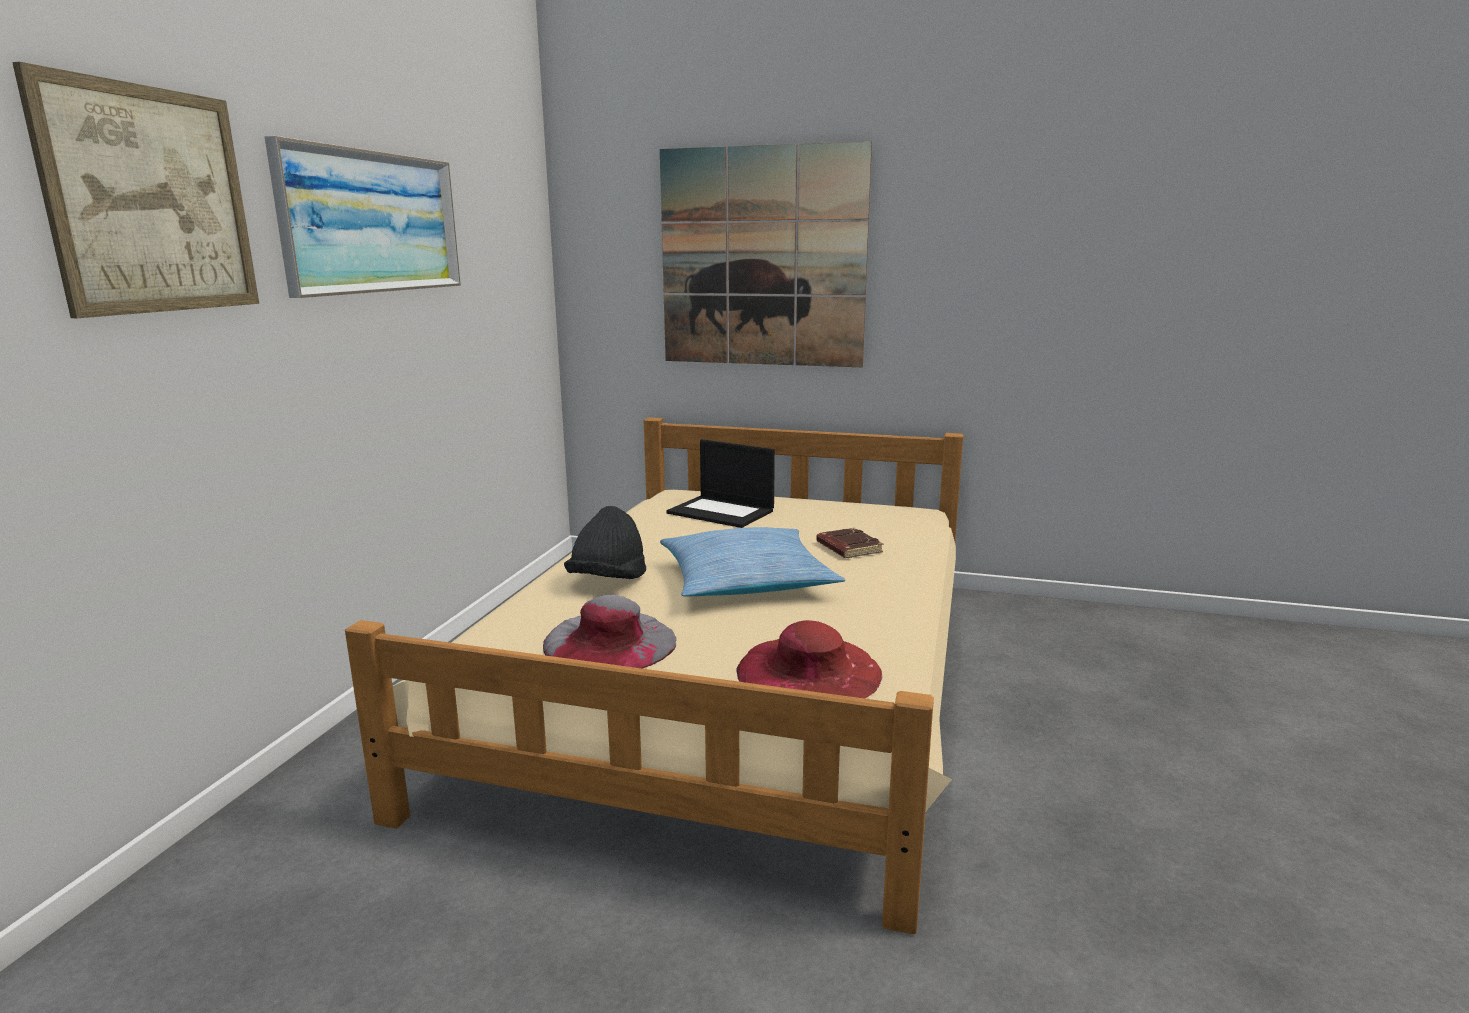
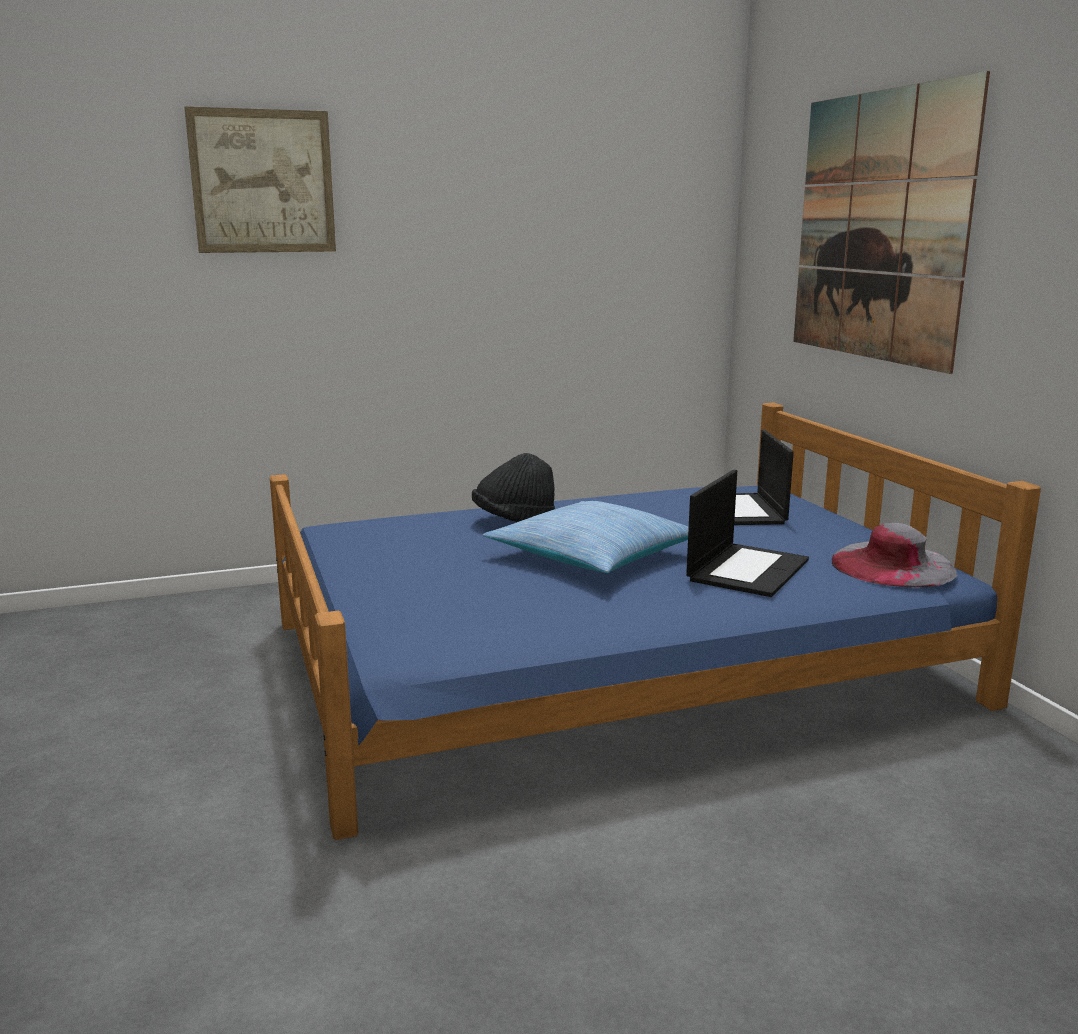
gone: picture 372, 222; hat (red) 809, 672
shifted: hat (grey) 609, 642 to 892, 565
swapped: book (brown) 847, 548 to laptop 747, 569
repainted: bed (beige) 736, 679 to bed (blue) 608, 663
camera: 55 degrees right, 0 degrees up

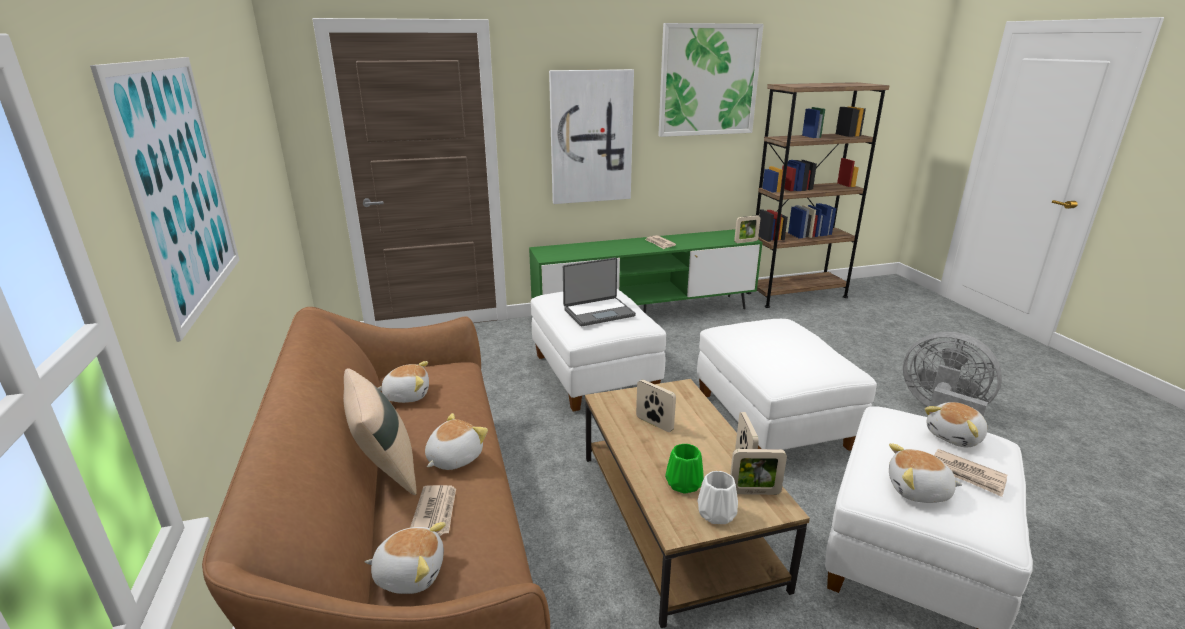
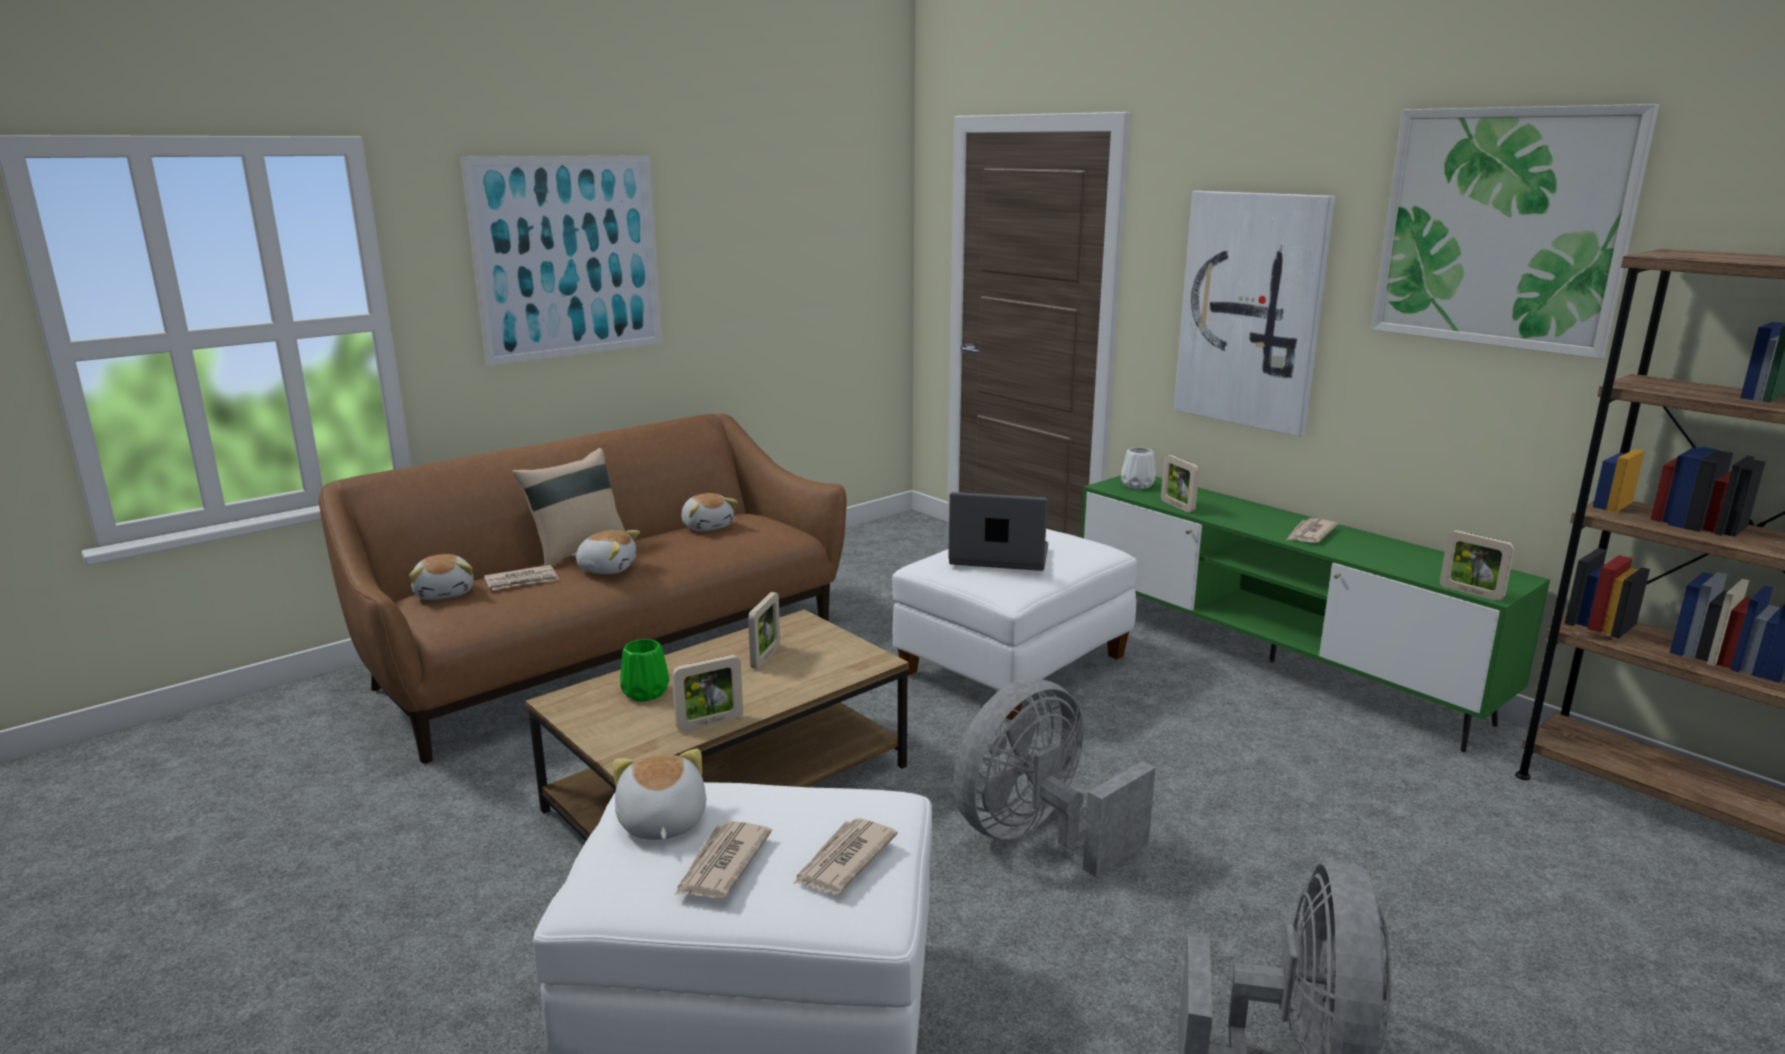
shifted: picture frame 754, 492 to 1177, 506; vase (white) 717, 514 to 1138, 485
swapped: ottoman (white) 773, 421 to fan (grey) 1037, 836; plush toy 955, 436 to newspaper 843, 860
rotated: laptop 598, 312 = 998, 557 150 degrees clockwise
camera: 65 degrees right, 5 degrees down

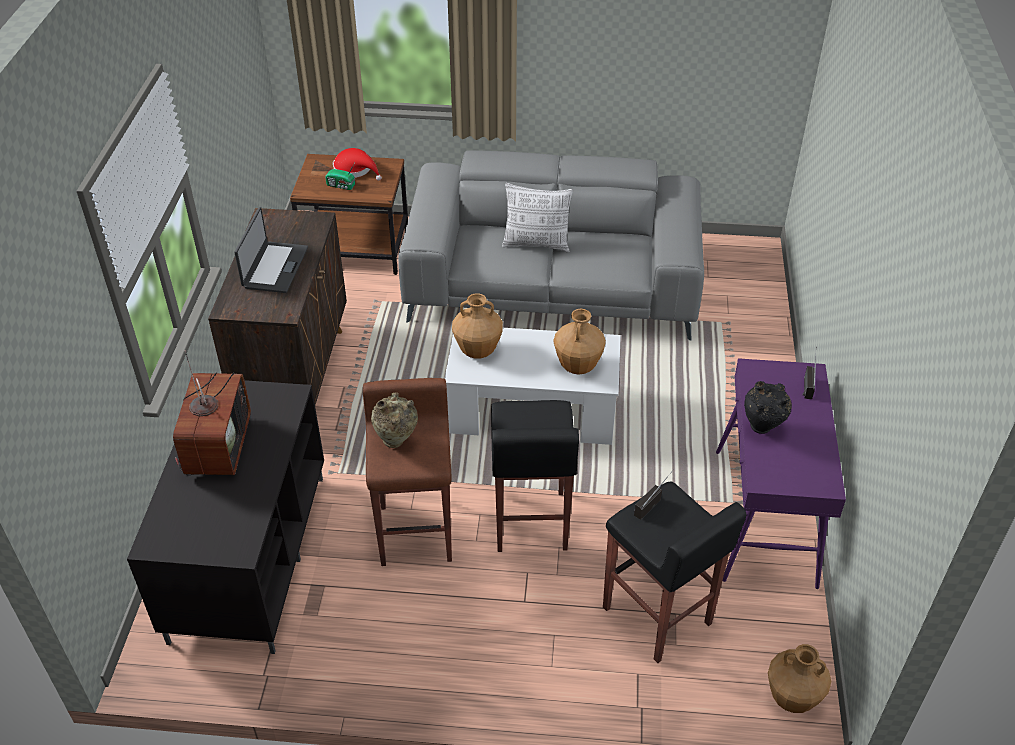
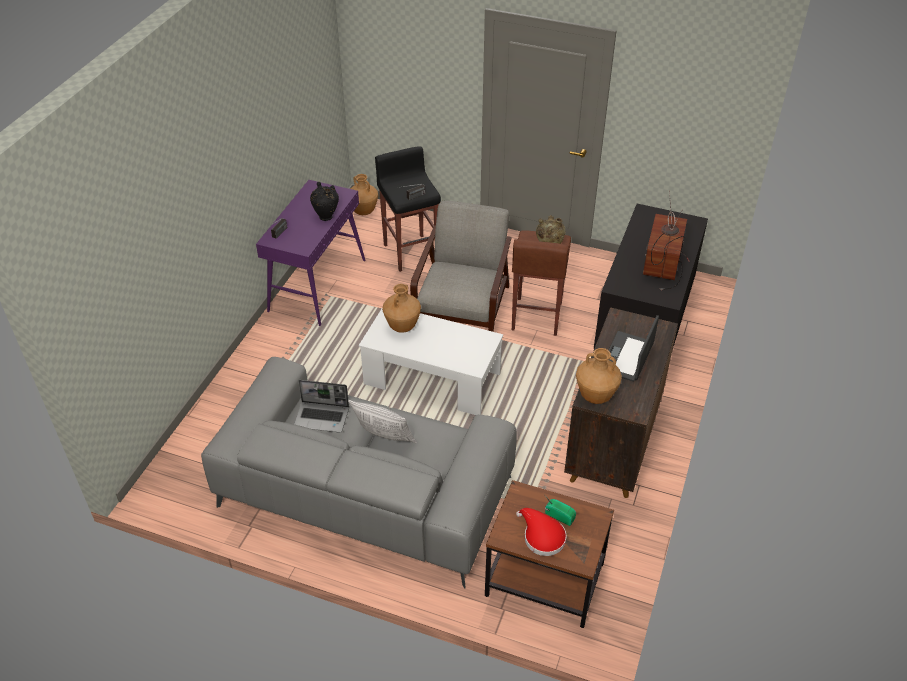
new: laptop 322, 417
shifted: vase (brown) 478, 351 to 595, 396
swapped: stool (black) 529, 522 to armchair (grey) 463, 309
camera: 165 degrees left, 0 degrees up

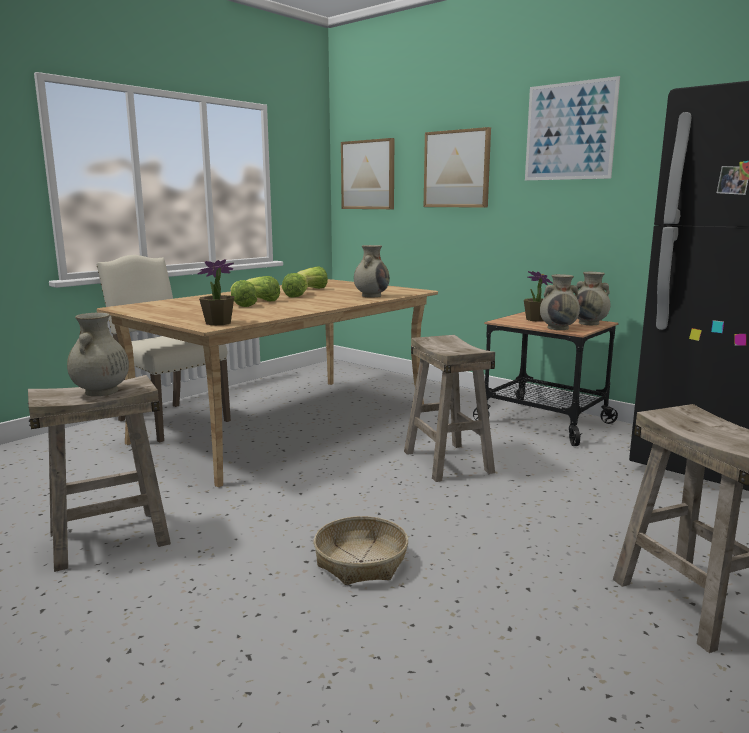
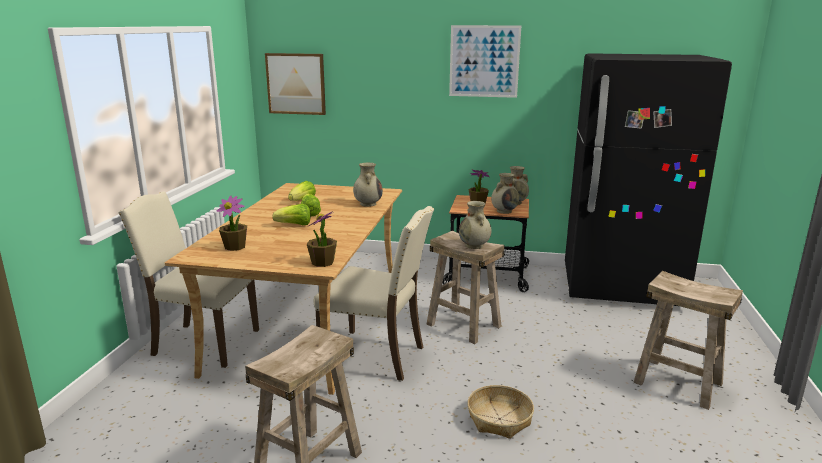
gone: picture 457, 169; lettuce 242, 305
new: potted plant 235, 247; chair (beige) 376, 356
shifted: vase (beige) 101, 392 to 474, 246
camera: 30 degrees left, 5 degrees up

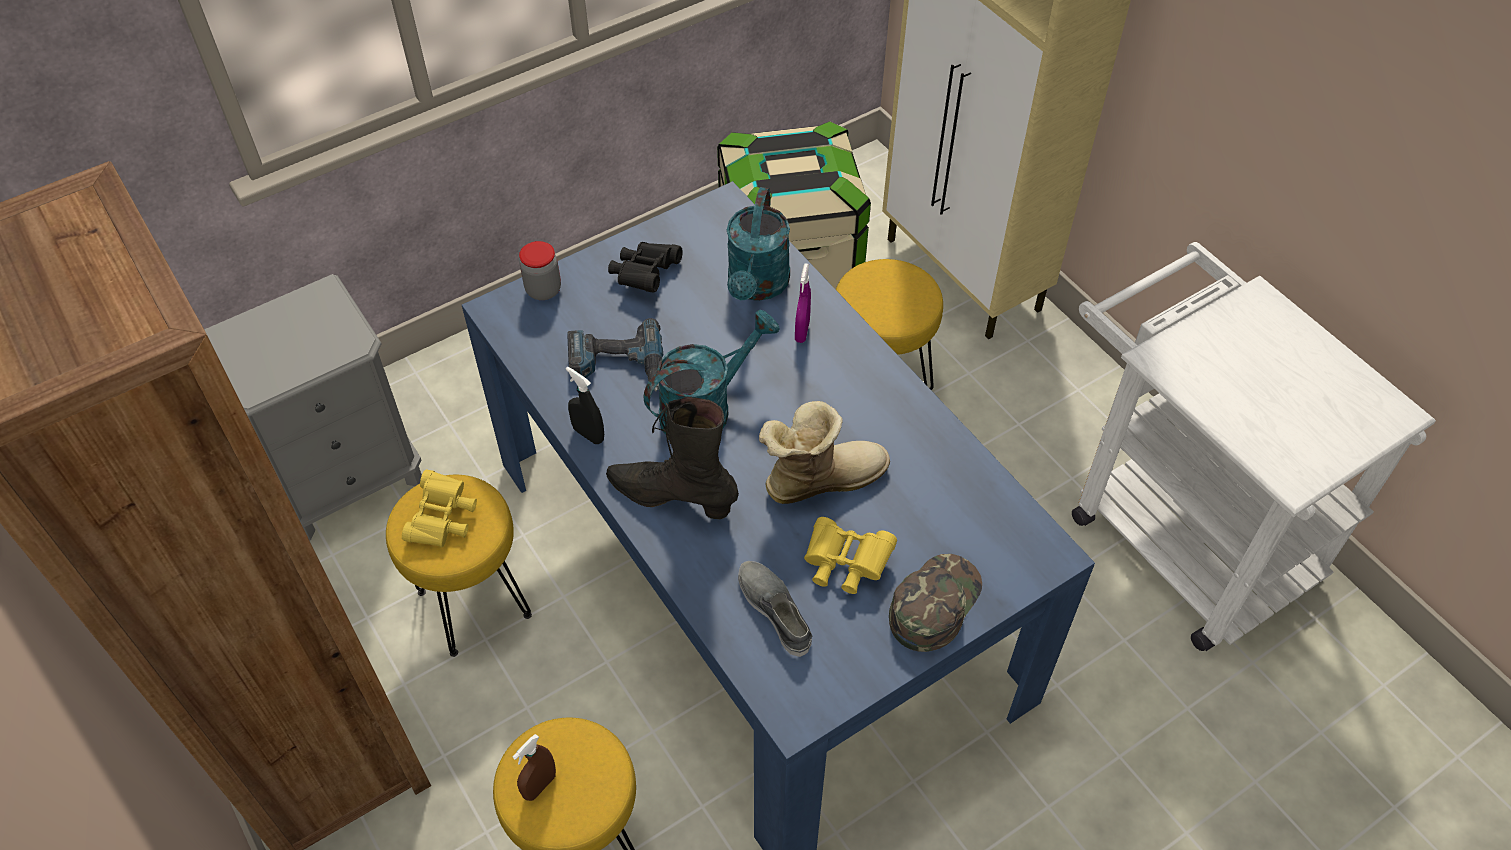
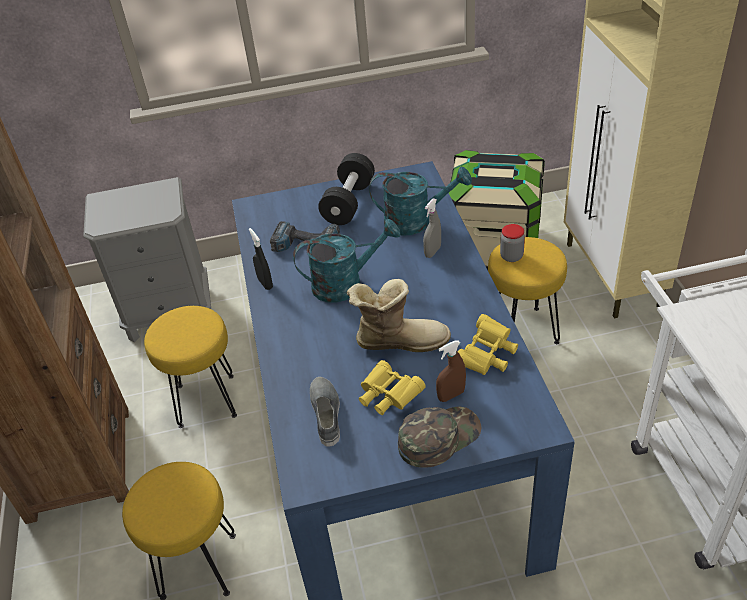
gone: boot (black) 672, 497
shifted: jar 543, 290 to 511, 256; binoculars (yellow) 443, 519 to 487, 356; spray bottle (brown) 540, 786 to 451, 395
swapped: binoculars (black) 645, 275 to dumbbell (black) 349, 202
repainted: spray bottle (purple) 802, 331 to spray bottle (grey) 432, 252
rotated: watering can (turquoise) 757, 286 = 416, 221 120 degrees counterclockwise
camera: 25 degrees right, 10 degrees down

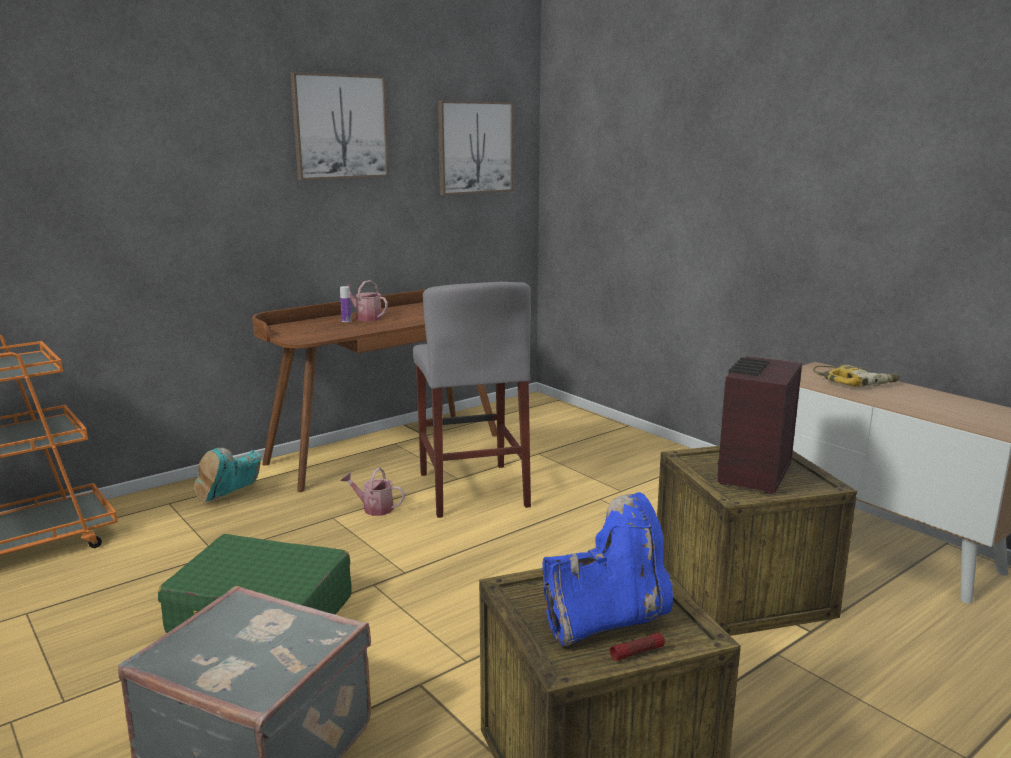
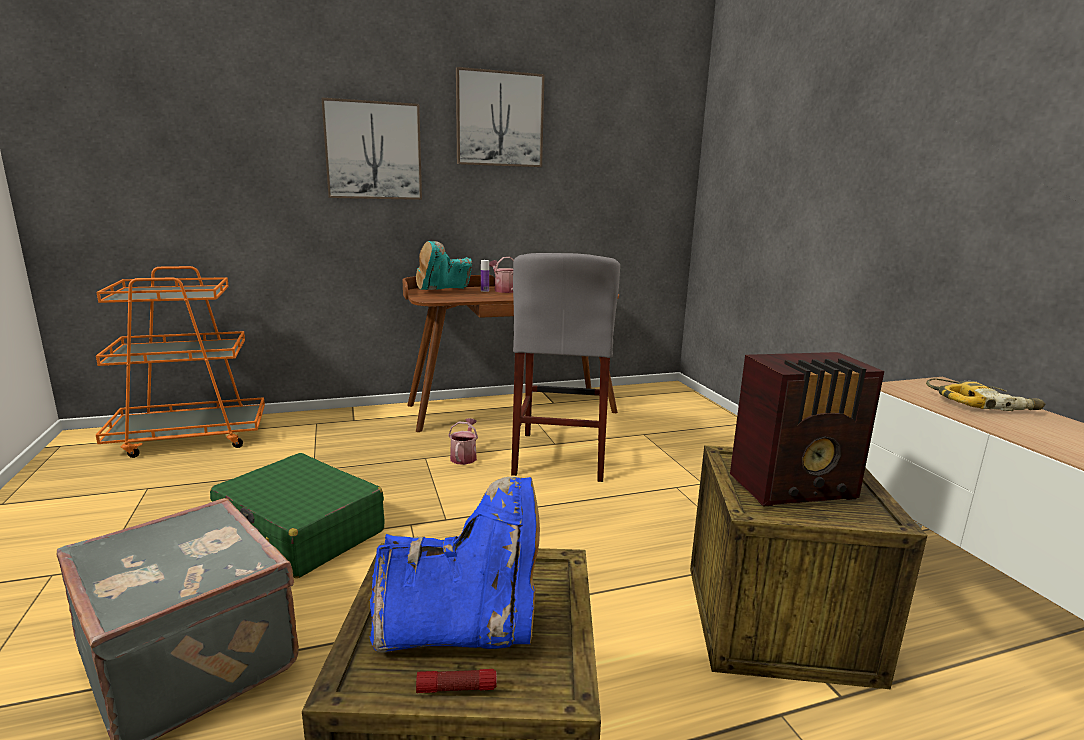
shifted: picture 475, 147 to 373, 151; boot (turquoise) 230, 497 to 443, 292
rotated: radio 752, 474 = 795, 488 150 degrees counterclockwise; watering can 374, 508 = 464, 456 60 degrees clockwise
camera: 20 degrees right, 0 degrees up

